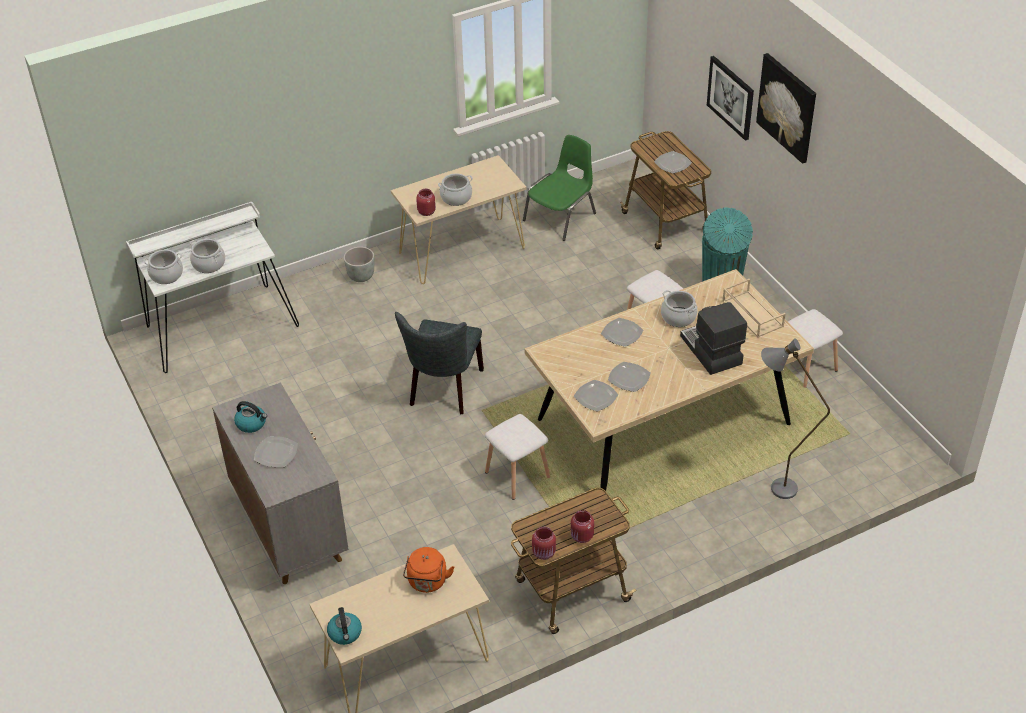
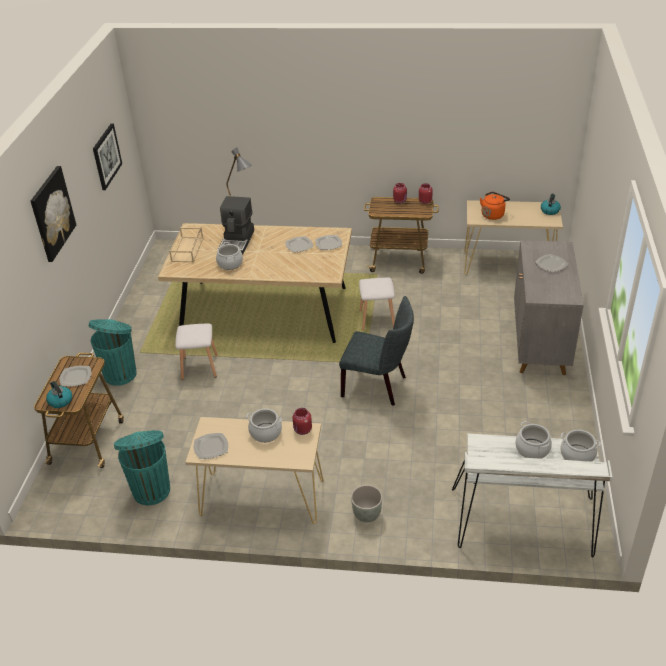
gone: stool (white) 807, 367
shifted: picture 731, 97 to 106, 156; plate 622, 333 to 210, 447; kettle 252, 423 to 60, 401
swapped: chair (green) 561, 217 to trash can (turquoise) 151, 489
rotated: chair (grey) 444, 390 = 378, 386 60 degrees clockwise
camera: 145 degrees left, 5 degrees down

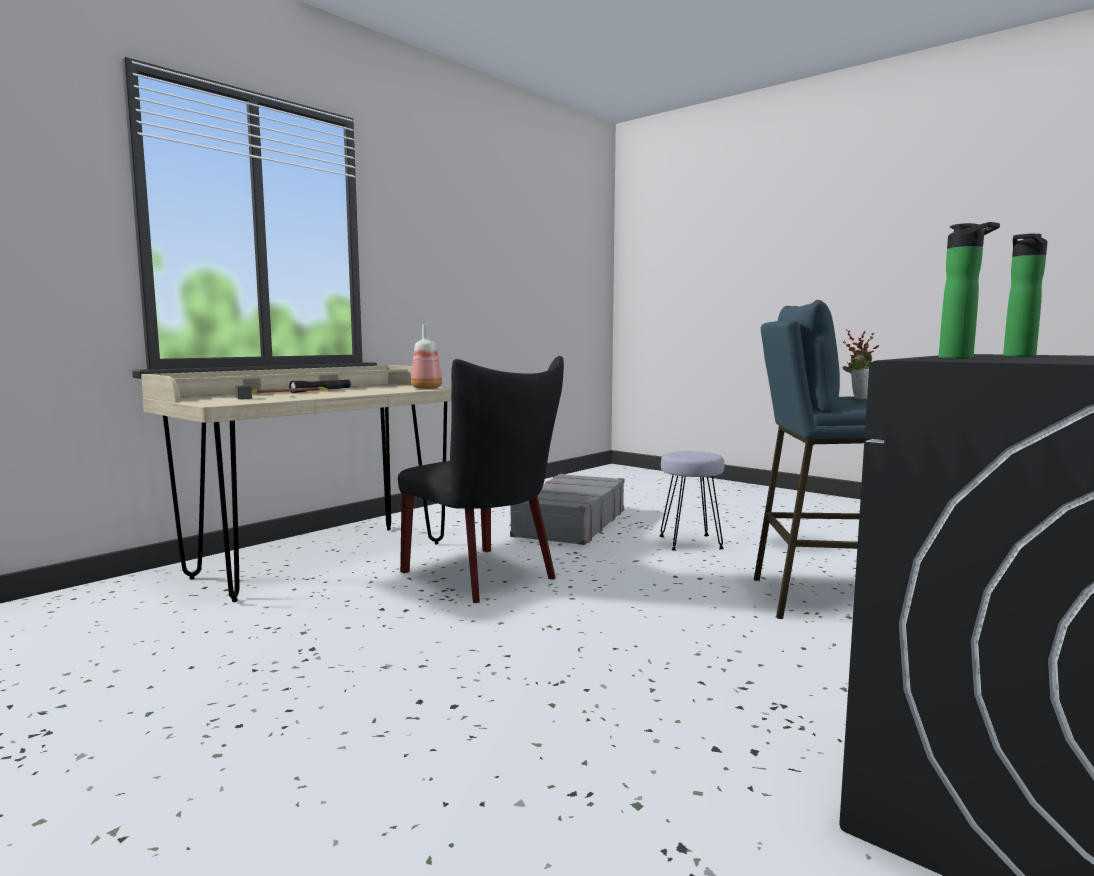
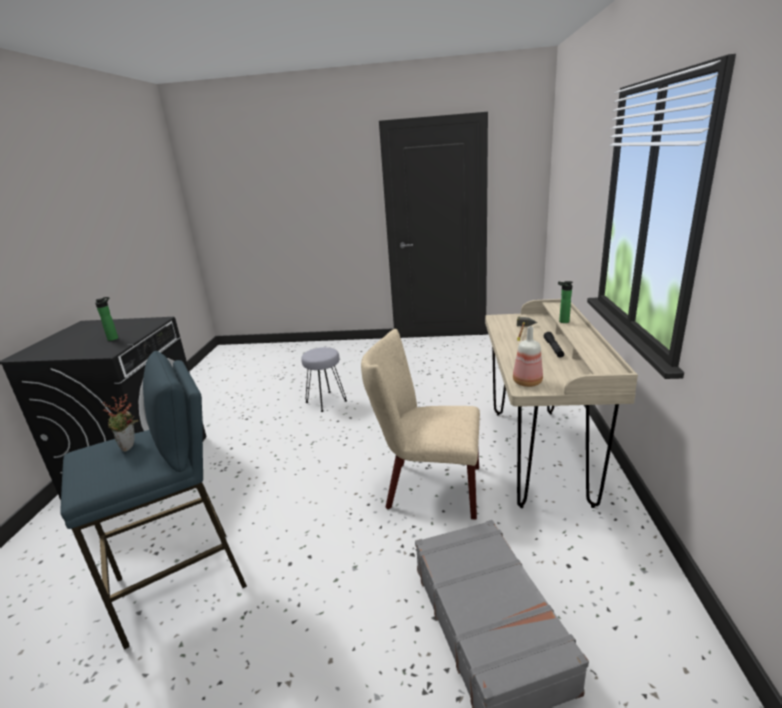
shifted: bottle 961, 358 to 562, 321; stool (grey) 689, 543 to 326, 401
repainted: chair (black) 486, 576 to chair (beige) 427, 487
camera: 145 degrees right, 15 degrees up

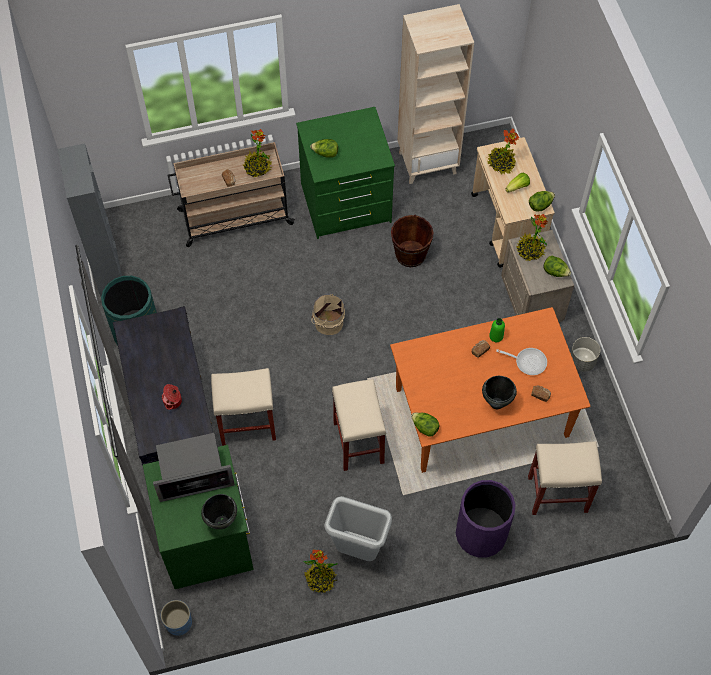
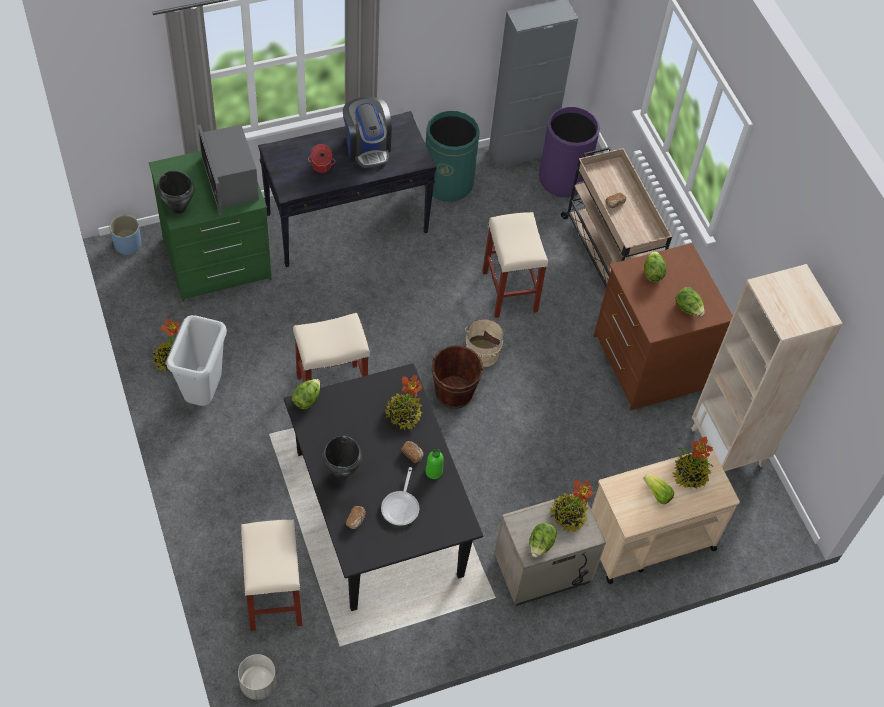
new: coffee machine 367, 147
shifted: potted plant 257, 168 to 403, 415; lettuce 540, 205 to 688, 309; bucket (brown) 410, 254 to 454, 393; planter (grey) 582, 361 to 258, 684; stool (beige) 248, 424 to 510, 292; trash can (purple) 481, 534 to 563, 179
repainted: dresser (green) 346, 204 to dresser (brown) 647, 362; dining table (orange) 481, 413 to dining table (black) 377, 512
camera: 80 degrees right, 5 degrees down

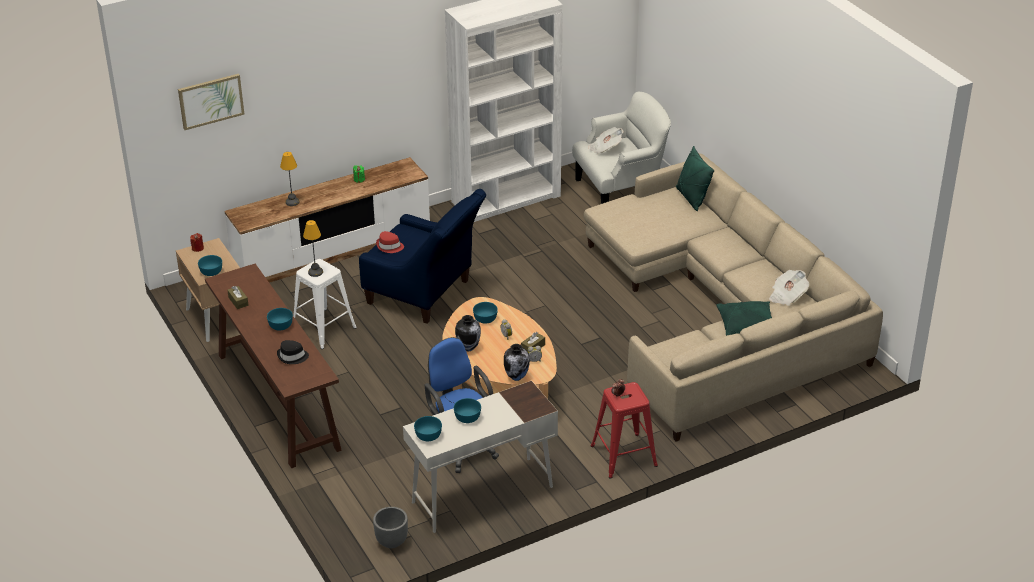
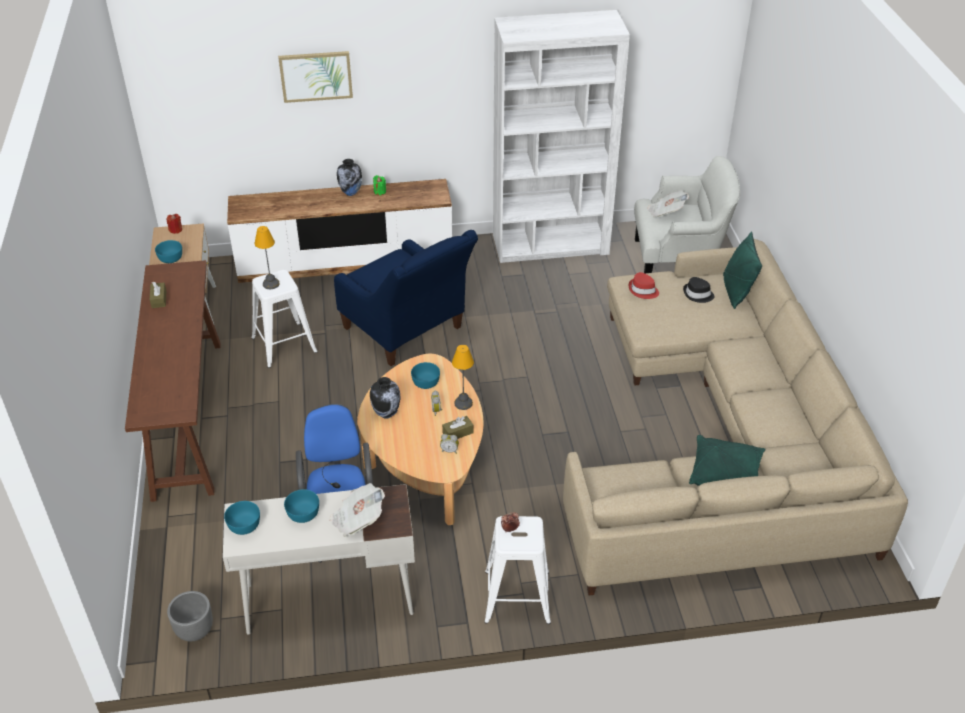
gone: bowl (turquoise) 280, 325
shifted: picture 210, 101 to 316, 76; table lamp 292, 202 to 463, 403; hat (red) 389, 246 to 643, 290; newspaper 787, 296 to 357, 519; hat (black) 292, 356 to 698, 294; vase 517, 377 to 351, 193
repainted: stool (red) 623, 456 to stool (white) 516, 597
camera: 20 degrees right, 5 degrees up

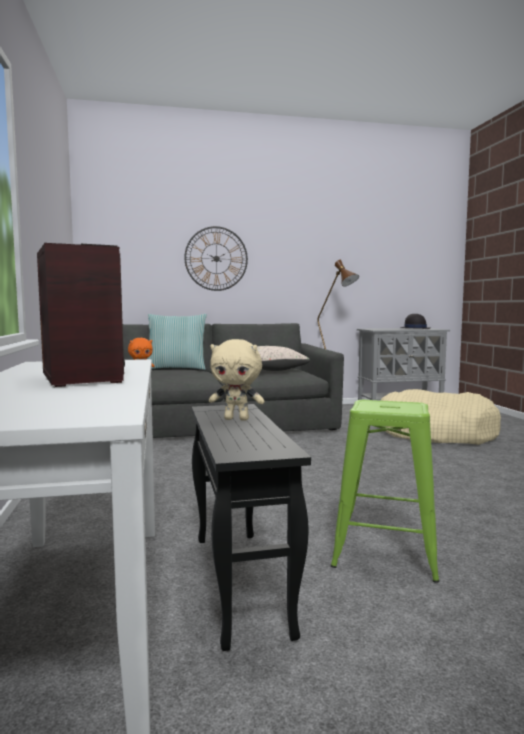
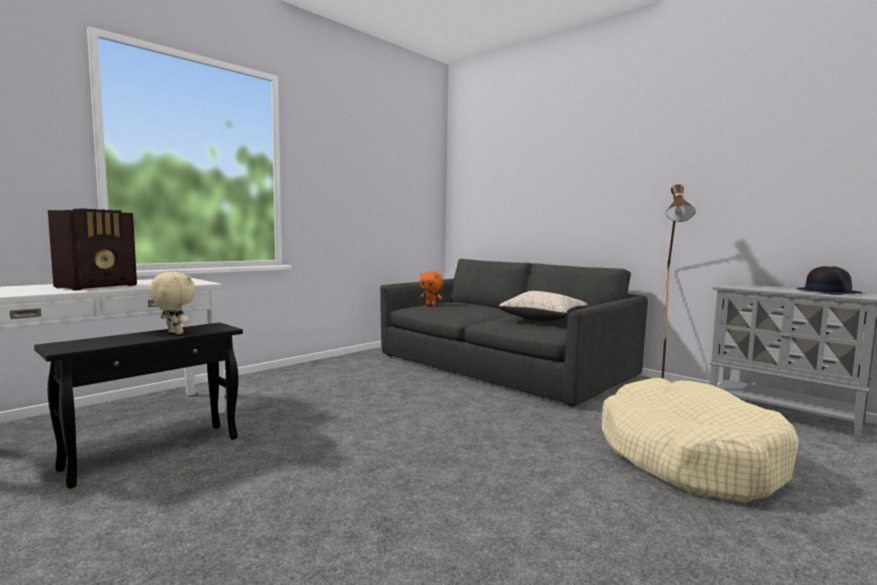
gone: wall clock 216, 258; pillow 176, 368; stool (green) 386, 553
rotated: plush toy (beige) 237, 419 = 174, 333 150 degrees clockwise
camera: 55 degrees right, 0 degrees up

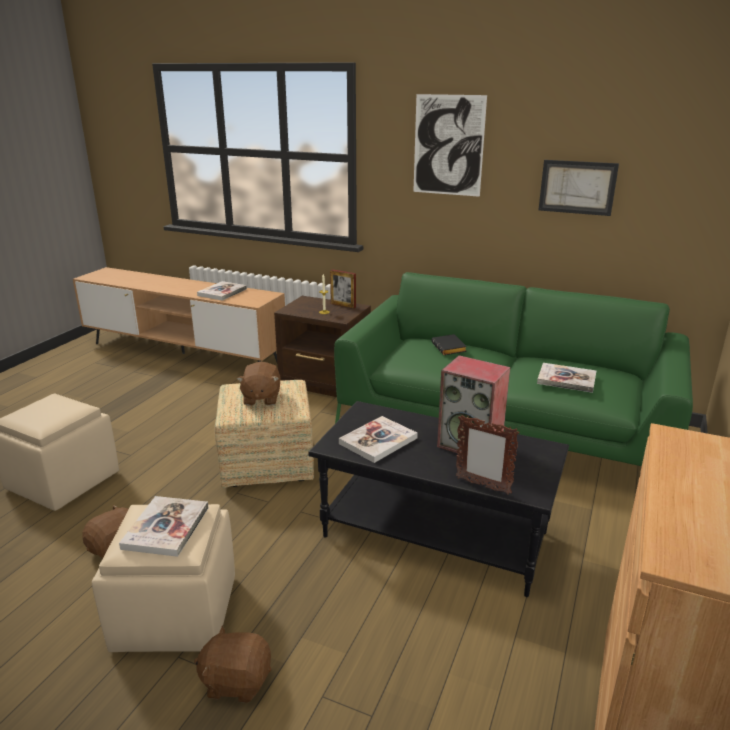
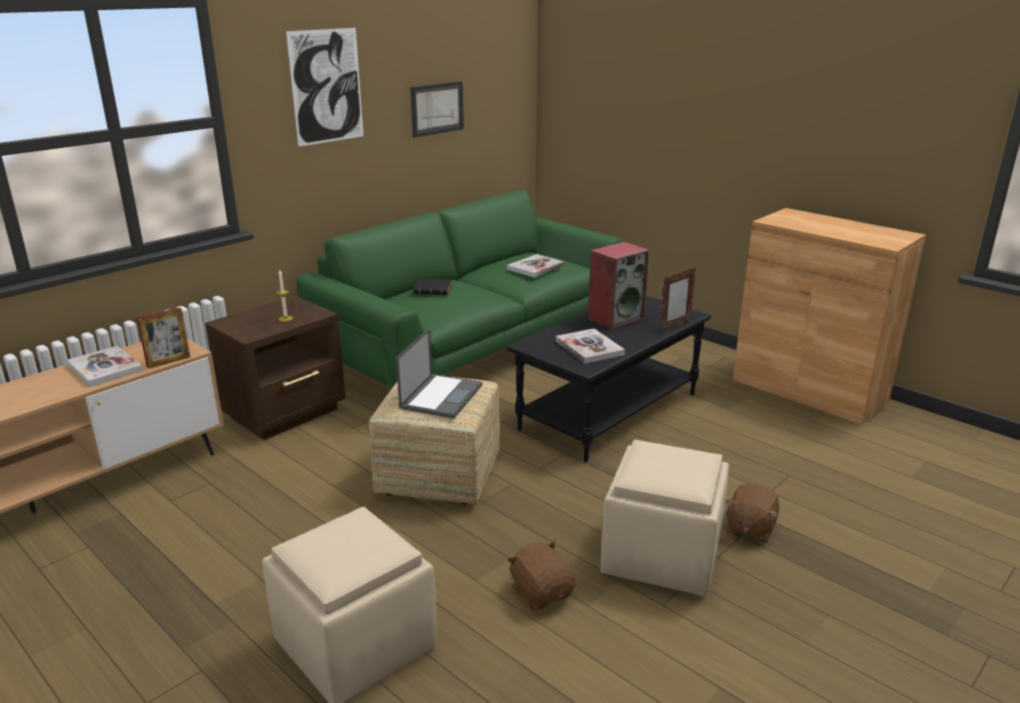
gone: book 166, 527
shifted: picture frame 343, 305 to 168, 362
swapped: plush toy (brown) 261, 398 to laptop 441, 396
camera: 70 degrees left, 0 degrees up

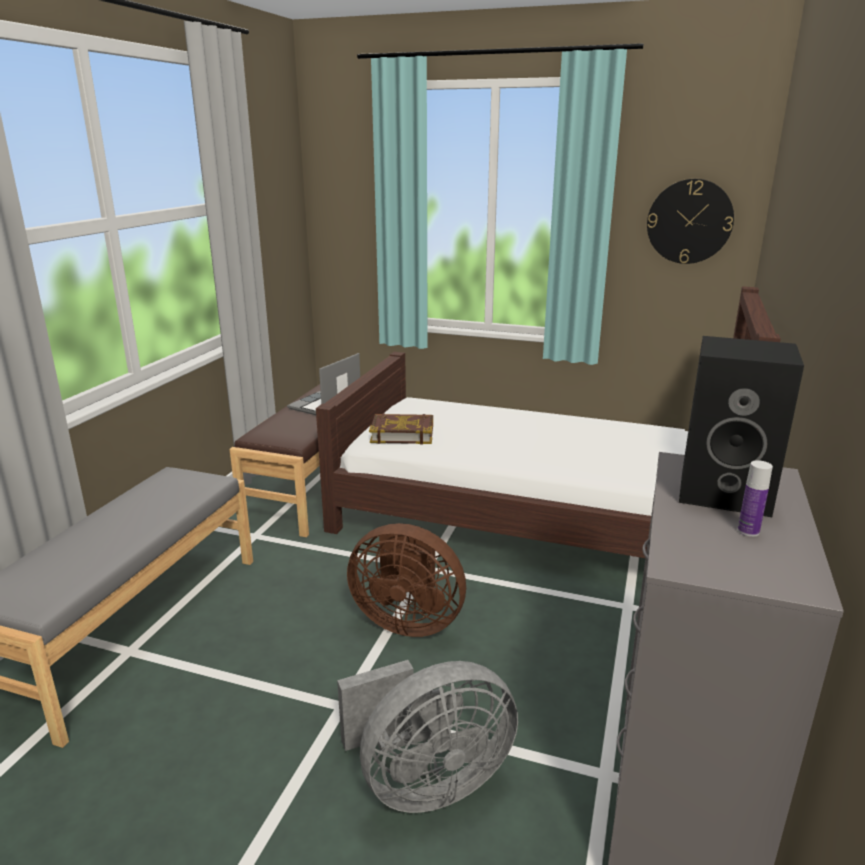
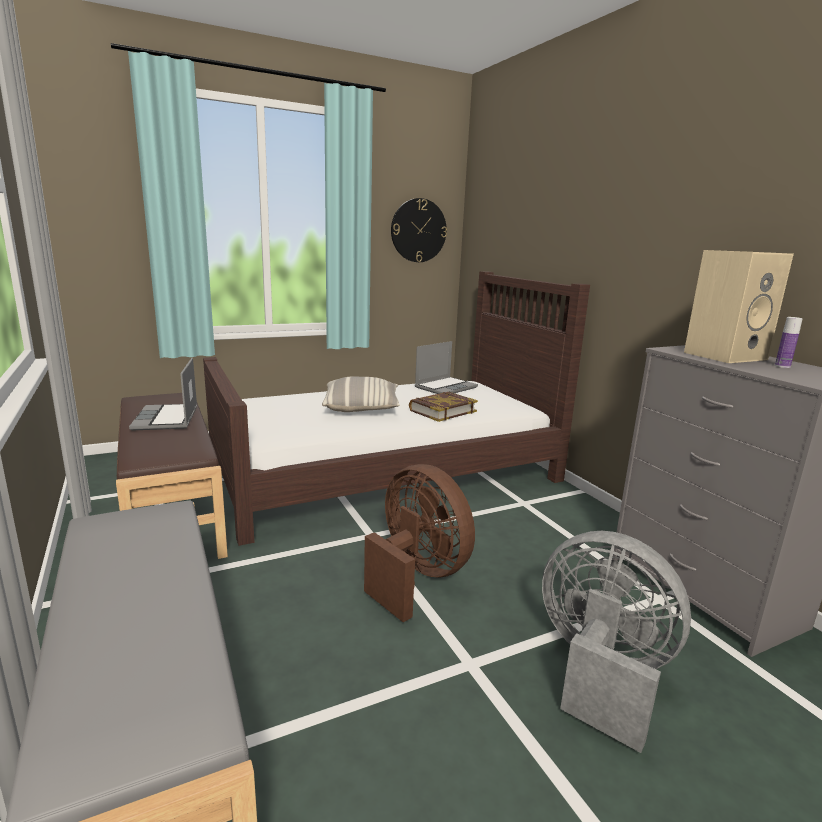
new: laptop 446, 387; pillow 361, 408
shifted: book 402, 434 to 442, 411
repainted: speaker (black) 727, 492 to speaker (beige) 725, 355
rotated: fan (brown) 407, 620 = 416, 577 105 degrees counterclockwise; fan (grey) 426, 783 = 600, 672 75 degrees counterclockwise
camera: 45 degrees left, 5 degrees down

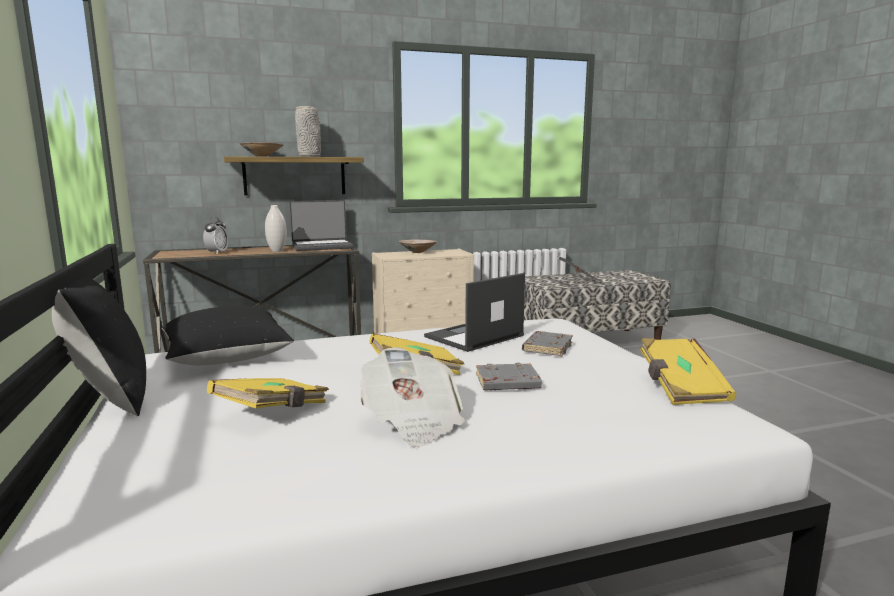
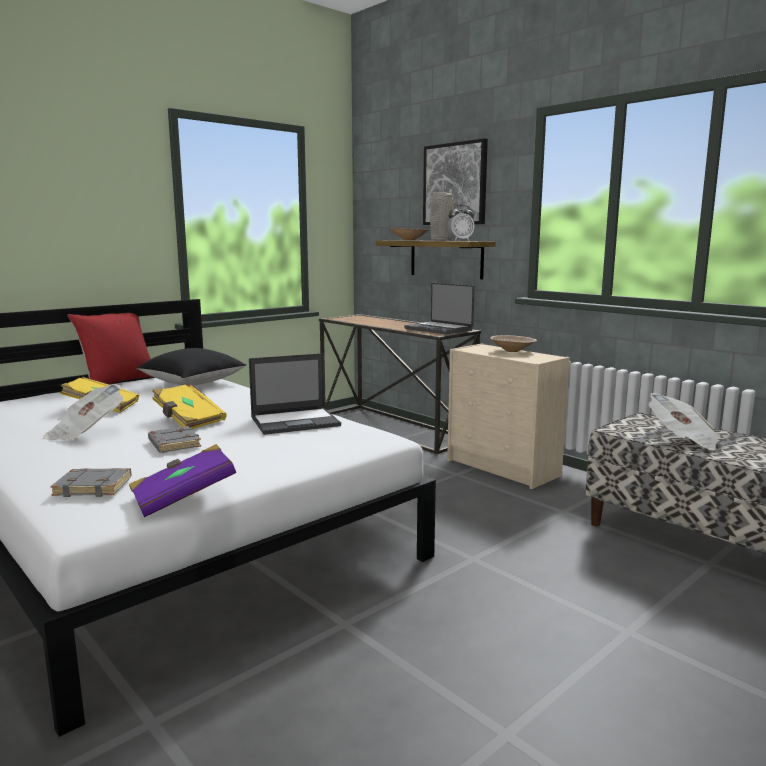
gone: vase (white) 277, 251
new: picture 455, 184
shifted: alarm clock 217, 253 to 460, 240; book (grey) 546, 347 to 94, 487
repainted: pillow (black) 109, 398 to pillow (red) 118, 382; book (yellow) 681, 388 to book (purple) 183, 498
rotated: laptop 473, 336 = 296, 421 135 degrees clockwise
camera: 65 degrees right, 0 degrees up

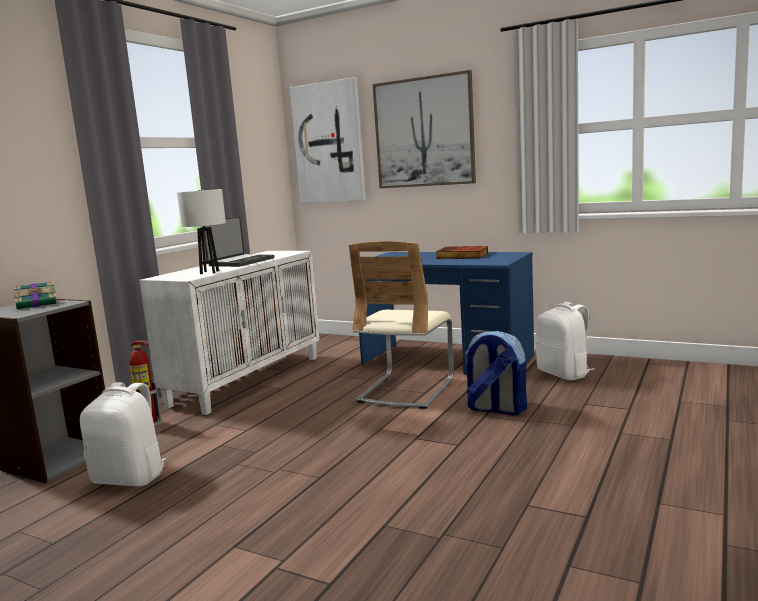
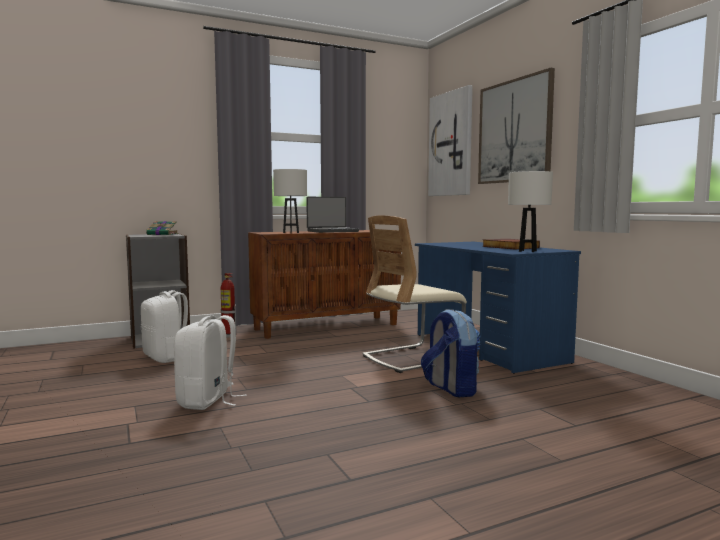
new: table lamp (white) 528, 251
shifted: backpack (white) 564, 374 to 208, 401
repainted: cabinet (white) 247, 380 to cabinet (brown) 327, 326
camera: 35 degrees right, 5 degrees down

